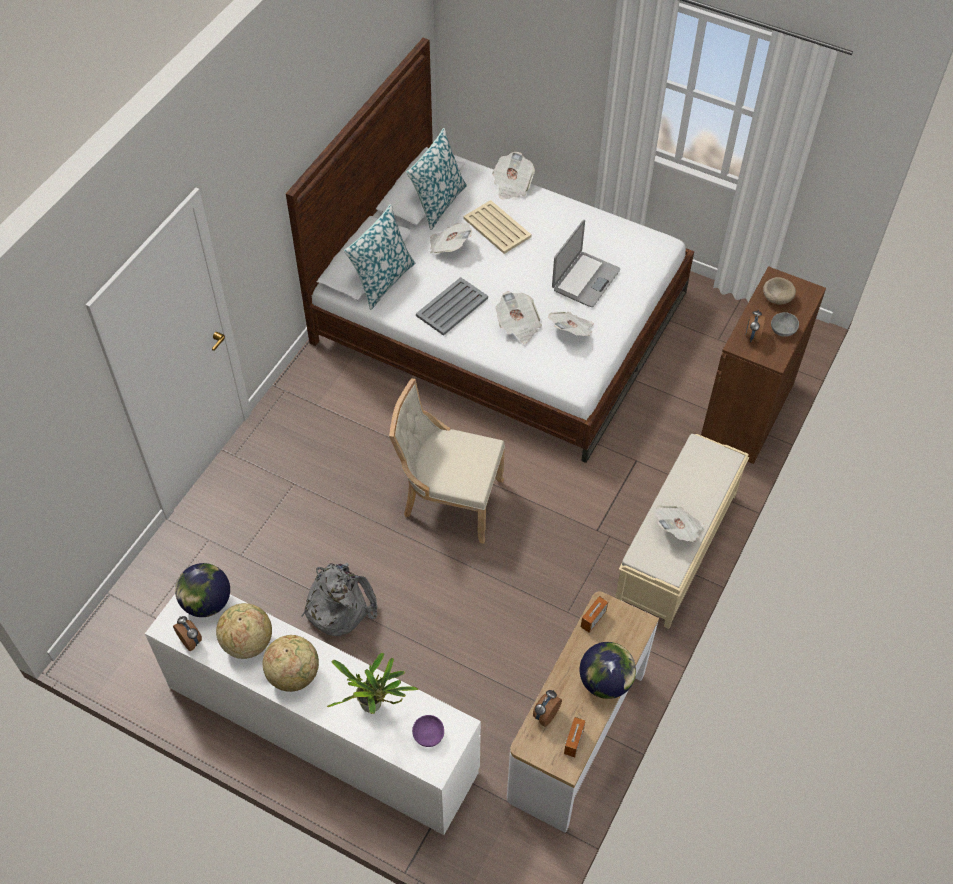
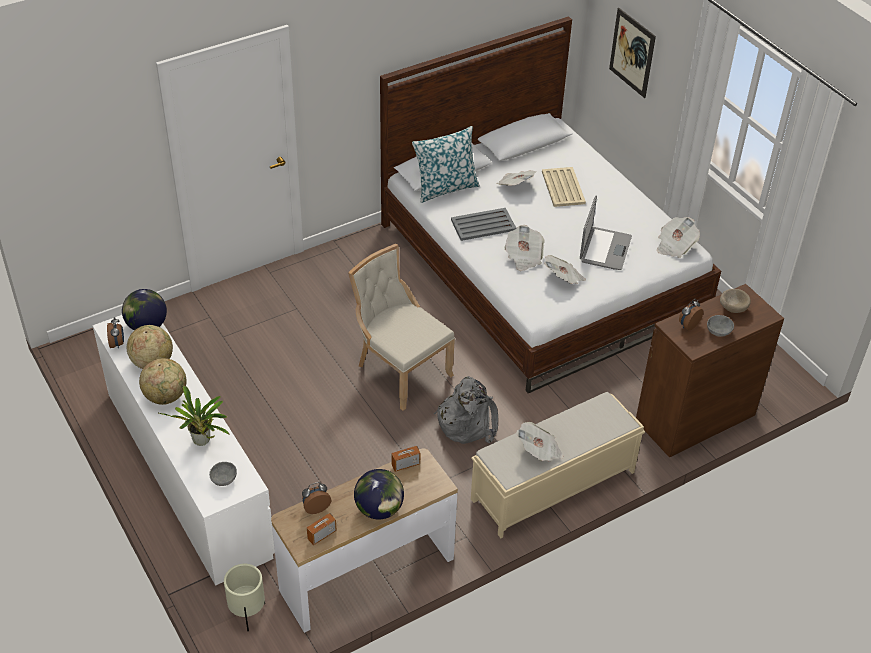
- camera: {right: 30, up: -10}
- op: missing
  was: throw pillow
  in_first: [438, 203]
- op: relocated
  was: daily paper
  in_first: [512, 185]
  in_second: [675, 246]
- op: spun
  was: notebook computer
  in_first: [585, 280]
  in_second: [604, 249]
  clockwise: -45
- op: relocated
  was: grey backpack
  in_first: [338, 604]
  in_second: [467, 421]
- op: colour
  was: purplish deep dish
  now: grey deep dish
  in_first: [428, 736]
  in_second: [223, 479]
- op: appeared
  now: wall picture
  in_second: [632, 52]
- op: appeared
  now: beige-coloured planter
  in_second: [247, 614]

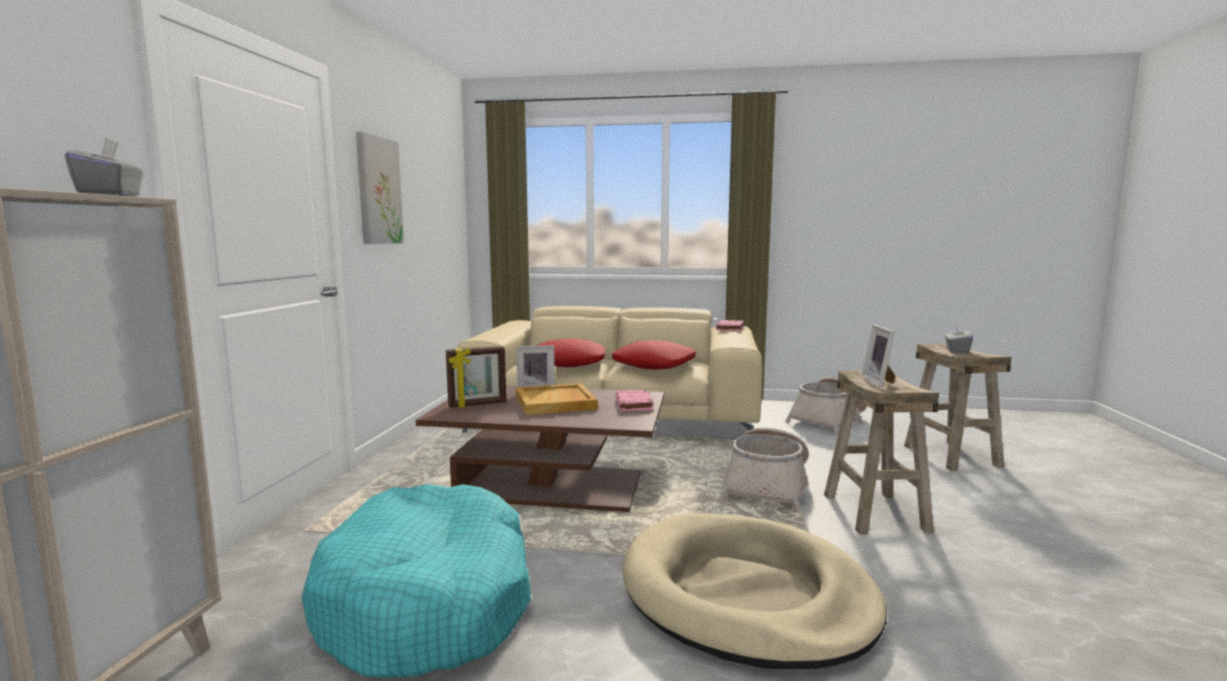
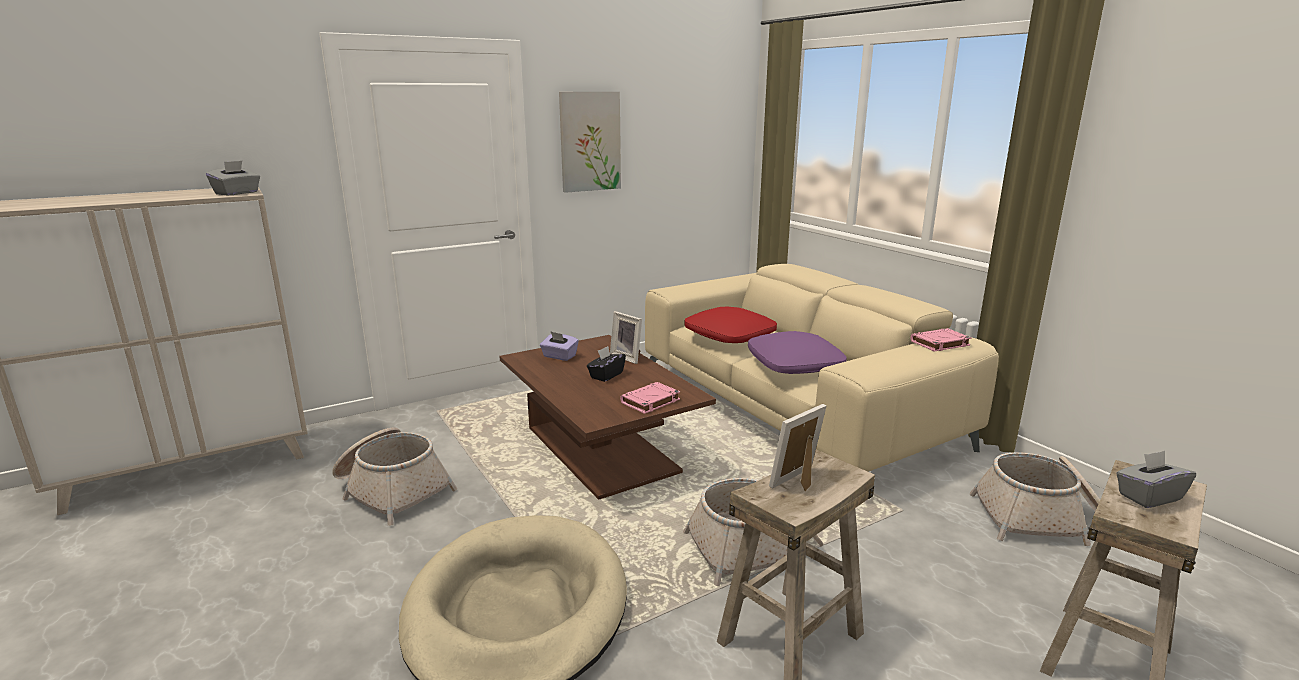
- camera: {right: 50, up: 10}
- op: colour
  was: red-coloured throw pillow
  now: purplish throw pillow
  in_first: [654, 365]
  in_second: [795, 364]
- op: exchanged
  was: photo frame
  now: purplish tissue holder
  in_first: [477, 404]
  in_second: [559, 356]
- op: exchanged
  was: beige-coloured serving tray
  now: black-coloured tissue holder
  in_first: [556, 402]
  in_second: [606, 375]
- op: exchanged
  was: turquoise dog cushion
  now: basket
  in_first: [429, 602]
  in_second: [392, 490]

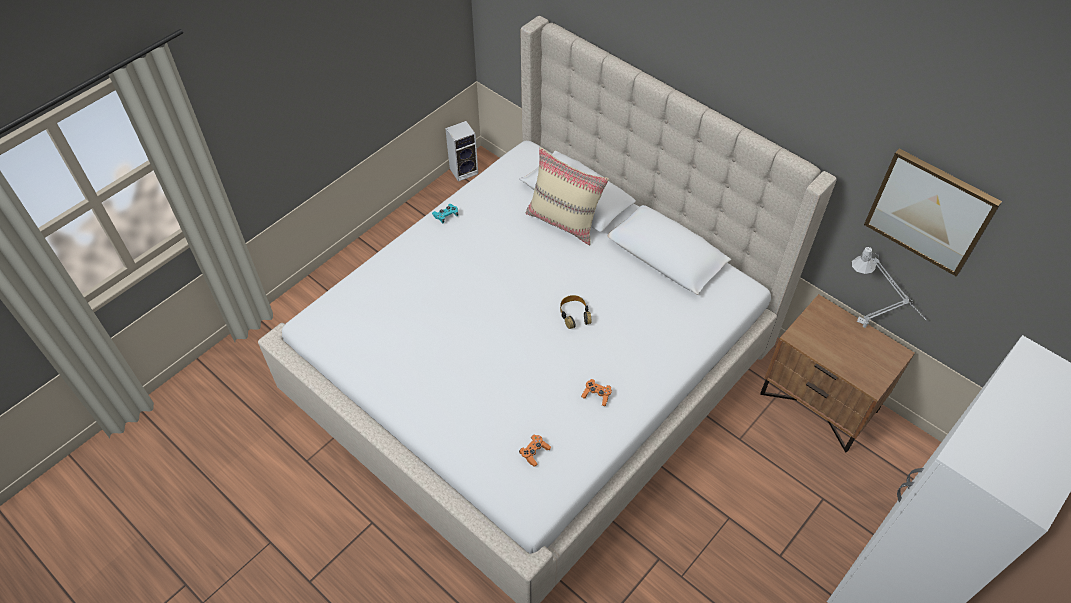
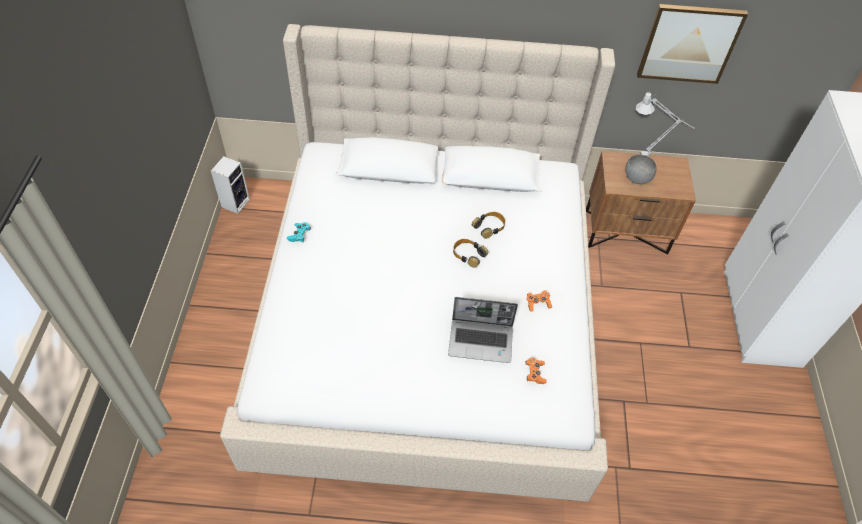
- camera: {right: -40, up: 0}
- op: missing
  was: beige-coloured throw pillow
  in_first: [564, 221]
- op: appeared
  now: grey deep dish
  in_second: [636, 178]
- op: appeared
  now: headset
  in_second: [489, 227]
- op: appeared
  now: notebook computer
  in_second: [481, 341]

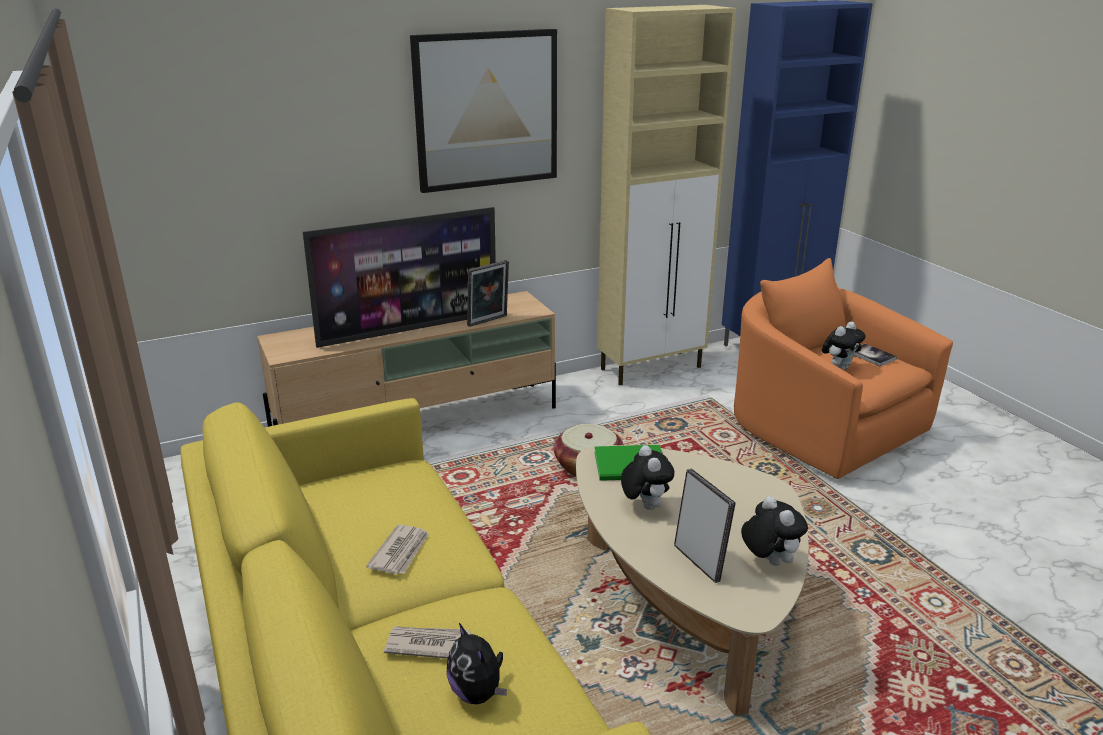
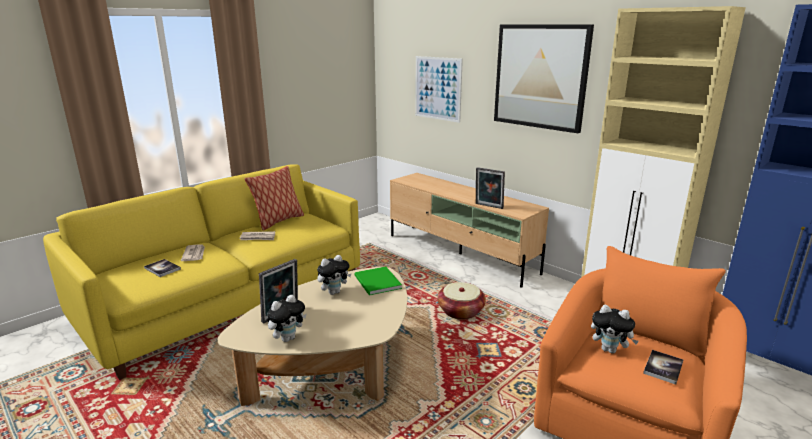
- camera: {right: 70, up: -5}
- op: missing
  was: television
  in_first: [409, 329]
- op: exchanged
  was: cuddly toy
  now: bound book
  in_first: [478, 693]
  in_second: [162, 268]
- op: appeared
  now: wall picture
  in_second: [438, 88]
- op: appeared
  now: throw pillow
  in_second: [278, 221]

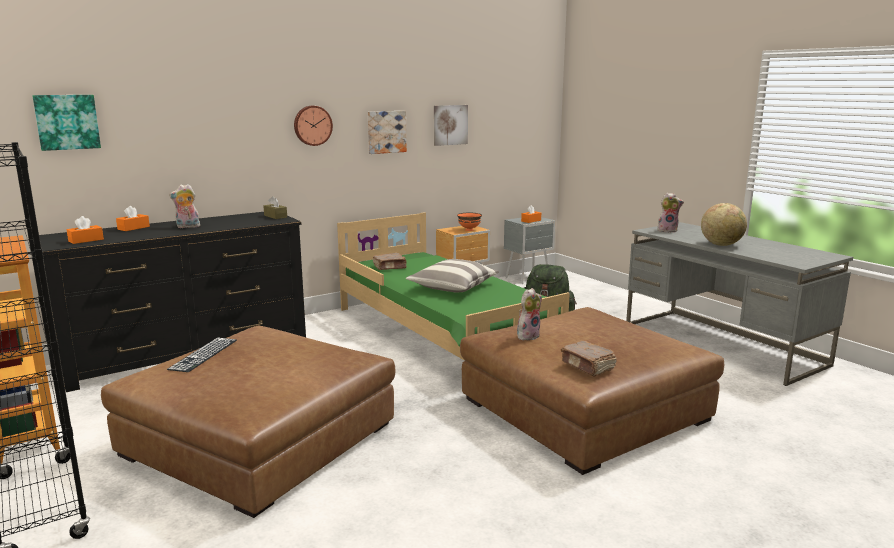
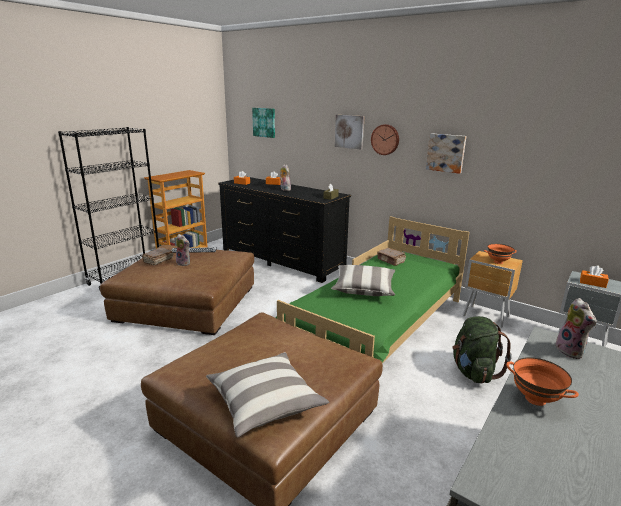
- camera: {right: 70, up: 5}
- op: relocated
  was: wall picture
  in_first: [450, 125]
  in_second: [349, 131]
- op: exchanged
  was: world globe
  now: orange-coloured deep dish
  in_first: [721, 245]
  in_second: [535, 399]
- op: relocated
  was: cuddly toy
  in_first: [528, 336]
  in_second: [184, 263]
- op: relocated
  was: brown bound book
  in_first: [588, 366]
  in_second: [158, 261]
- op: appeared
  now: throw pillow
  in_second: [265, 403]

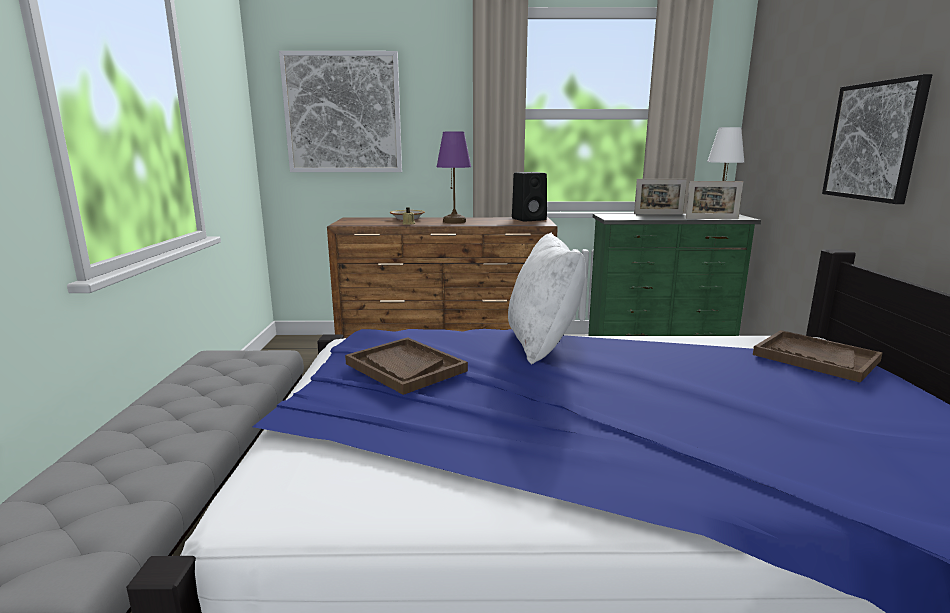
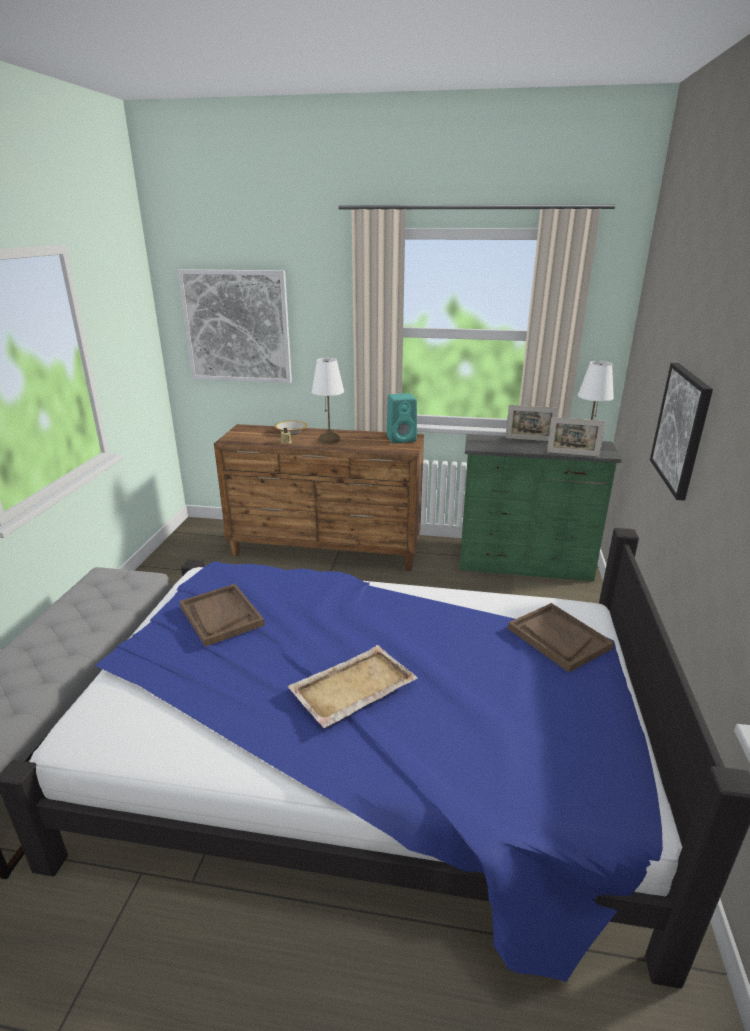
- camera: {right: 10, up: 10}
- op: colour
  was: purplish table lamp
  now: white table lamp
  in_first: [454, 221]
  in_second: [329, 439]
- op: colour
  was: black-coloured audio speaker
  now: turquoise audio speaker
  in_first: [529, 219]
  in_second: [402, 439]
- op: missing
  was: white throw pillow
  in_first: [542, 344]
- op: appeared
  now: beige-coloured serving tray
  in_second: [352, 687]

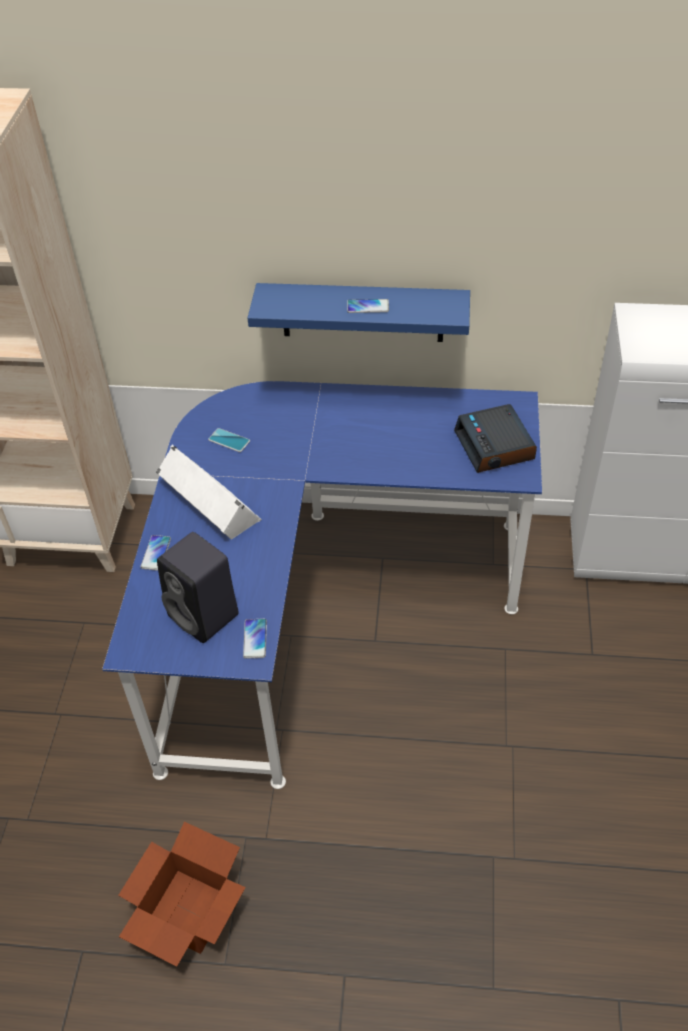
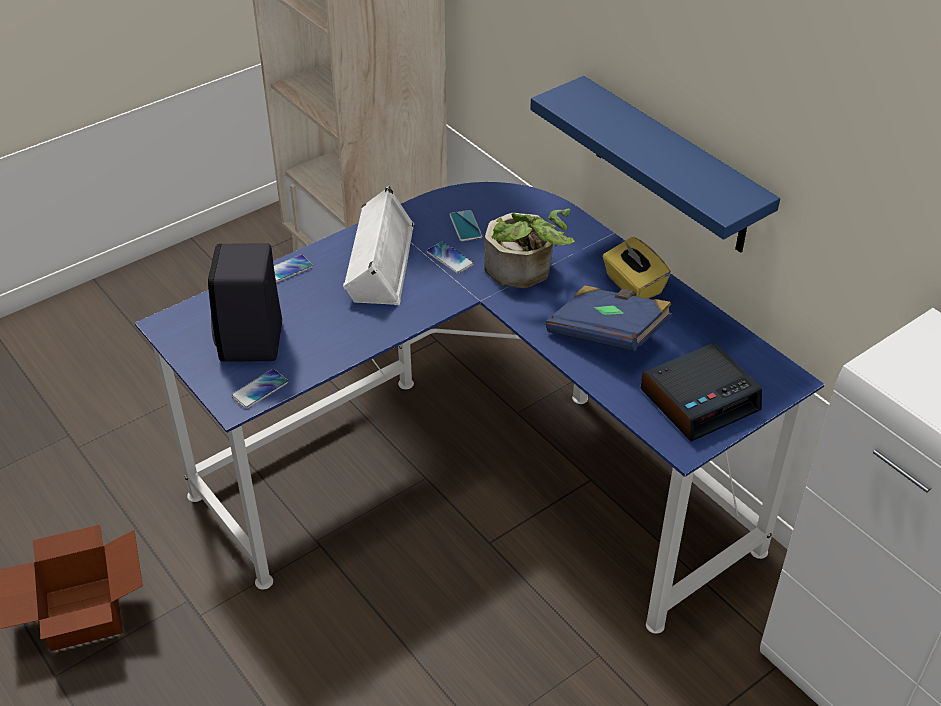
- camera: {right: 45, up: -5}
- op: relocated
  was: phone
  in_first: [368, 307]
  in_second: [450, 258]
- op: spun
  was: alarm clock
  in_first: [495, 446]
  in_second: [699, 399]
  clockwise: -150
- op: appeared
  now: houseplant
  in_second: [525, 271]
- op: appeared
  now: yellow tissue holder
  in_second: [633, 285]
- op: appeared
  now: blue bound book
  in_second: [608, 334]

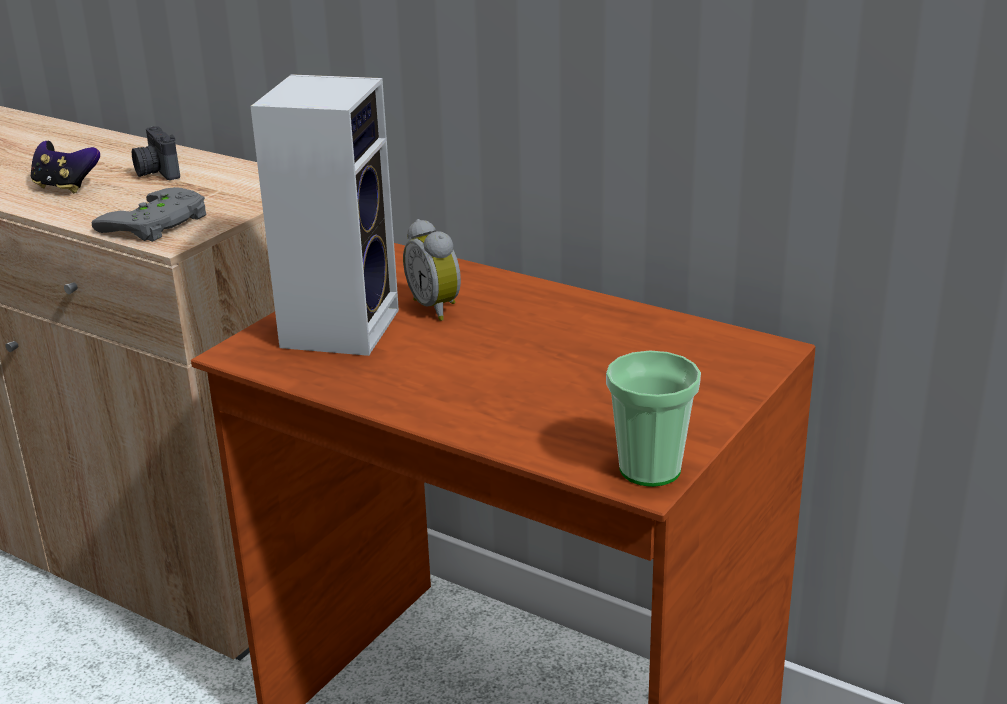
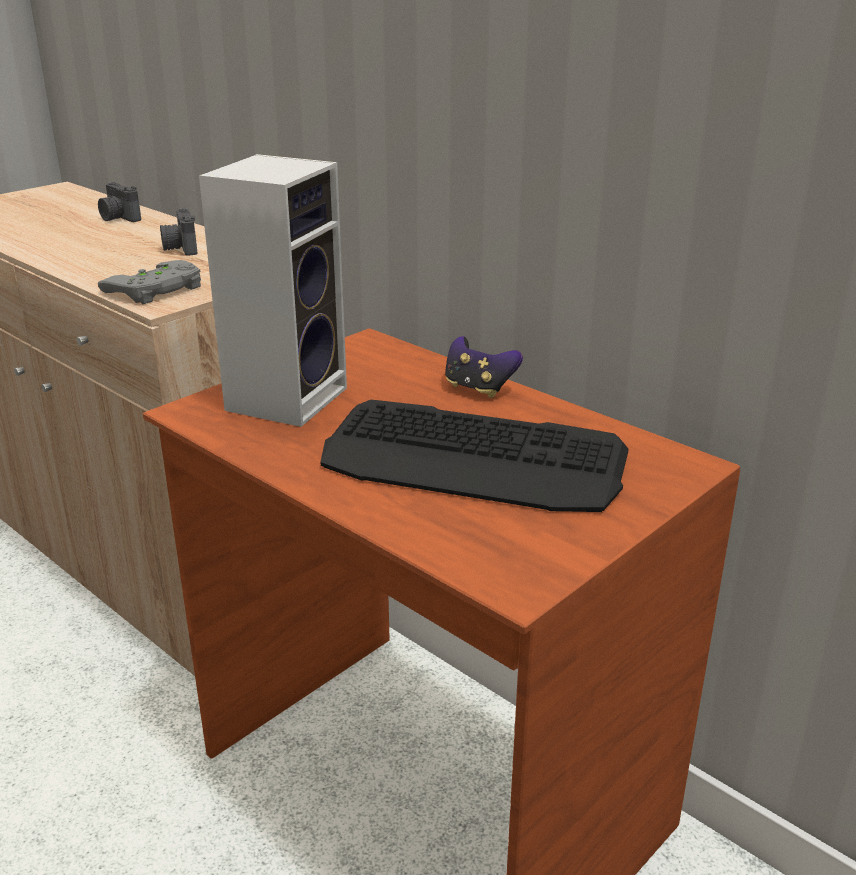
- camera: {right: 10, up: 0}
- op: relocated
  was: gamepad
  in_first: [65, 187]
  in_second: [478, 388]
- op: missing
  was: alarm clock
  in_first: [437, 308]
- op: missing
  was: cup
  in_first: [650, 469]
- op: appeared
  now: photo camera
  in_second: [118, 218]
- op: appeared
  now: keyboard
  in_second: [474, 460]

